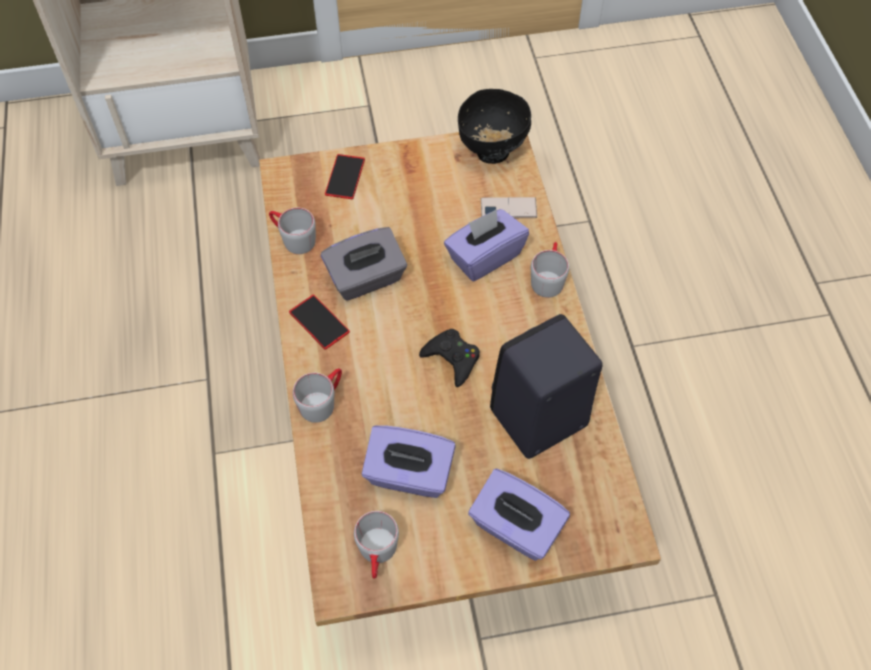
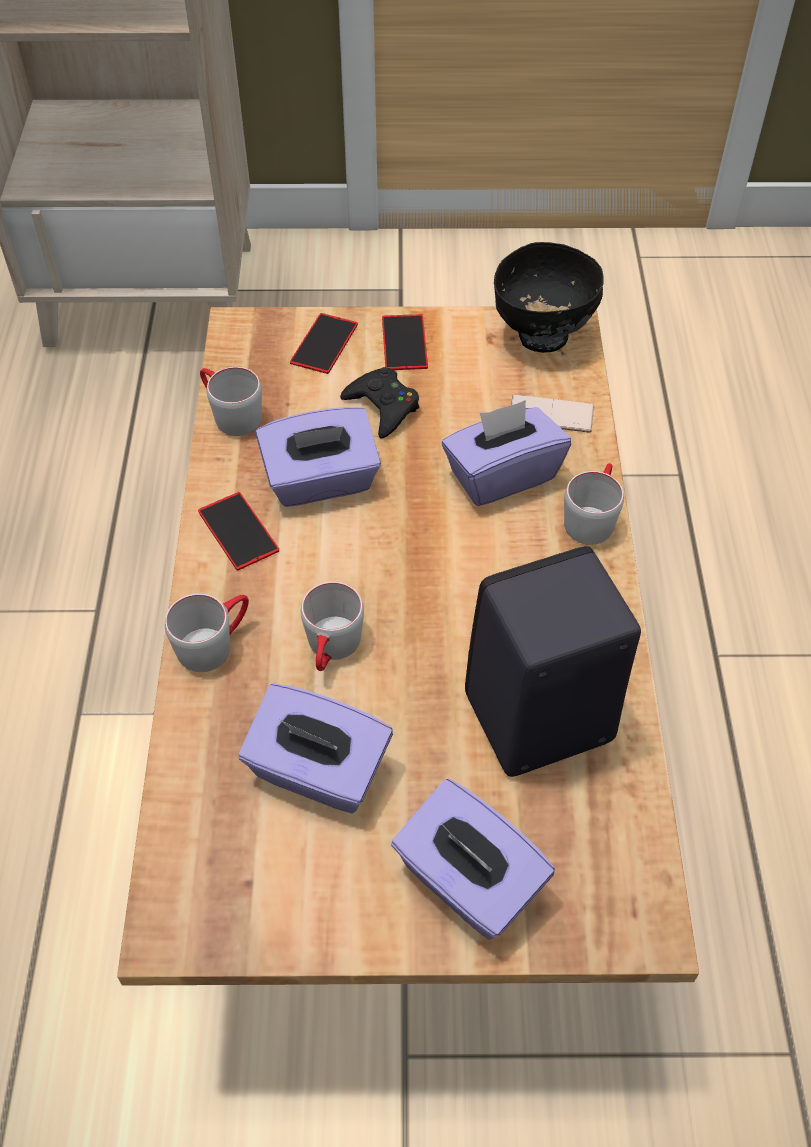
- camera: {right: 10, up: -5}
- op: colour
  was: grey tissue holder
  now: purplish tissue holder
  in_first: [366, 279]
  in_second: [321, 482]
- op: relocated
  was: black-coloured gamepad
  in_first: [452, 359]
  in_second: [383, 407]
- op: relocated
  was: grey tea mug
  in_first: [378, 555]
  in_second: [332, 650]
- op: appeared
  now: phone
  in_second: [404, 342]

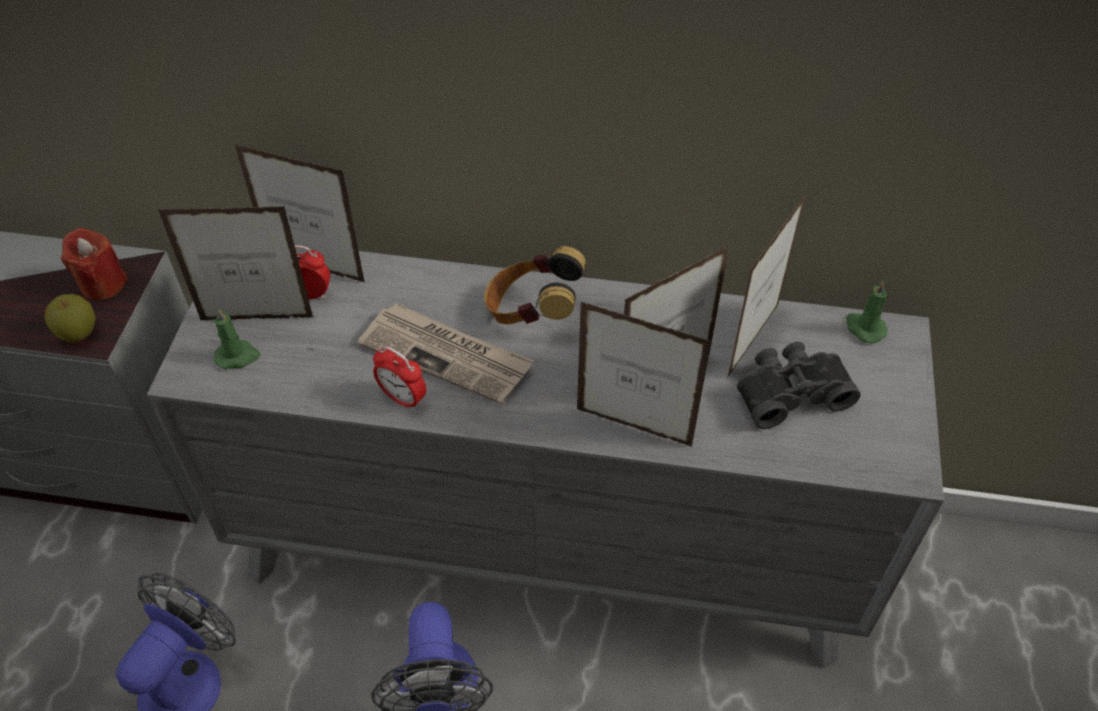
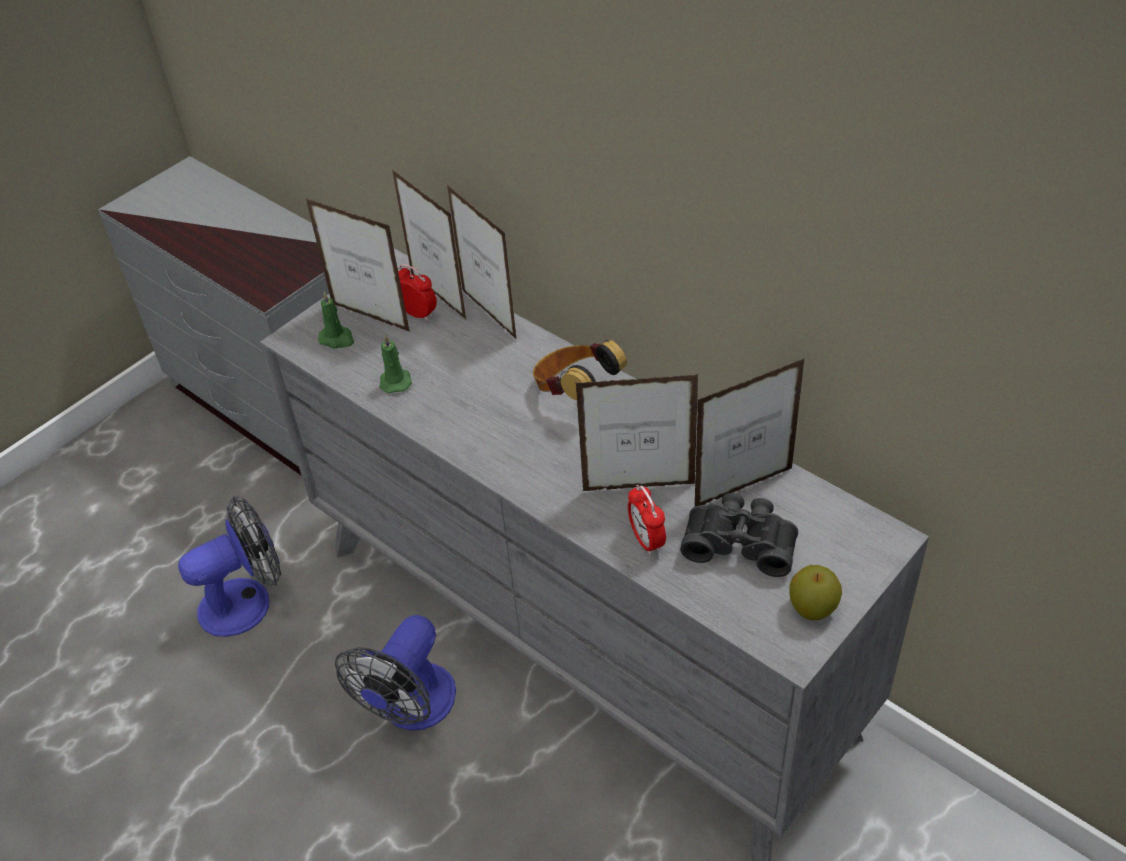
- camera: {right: 35, up: -5}
- op: missing
  was: red-coloured wax candle
  in_first: [103, 284]
- op: relocated
  was: green-coloured wax candle
  in_first: [864, 328]
  in_second: [395, 381]
- op: relocated
  was: apple
  in_first: [78, 332]
  in_second: [812, 608]
- op: relocated
  was: photo frame
  in_first: [634, 427]
  in_second: [489, 315]
- op: missing
  was: daily paper
  in_first: [447, 355]
- op: relocated
  was: alarm clock
  in_first: [403, 398]
  in_second: [646, 540]

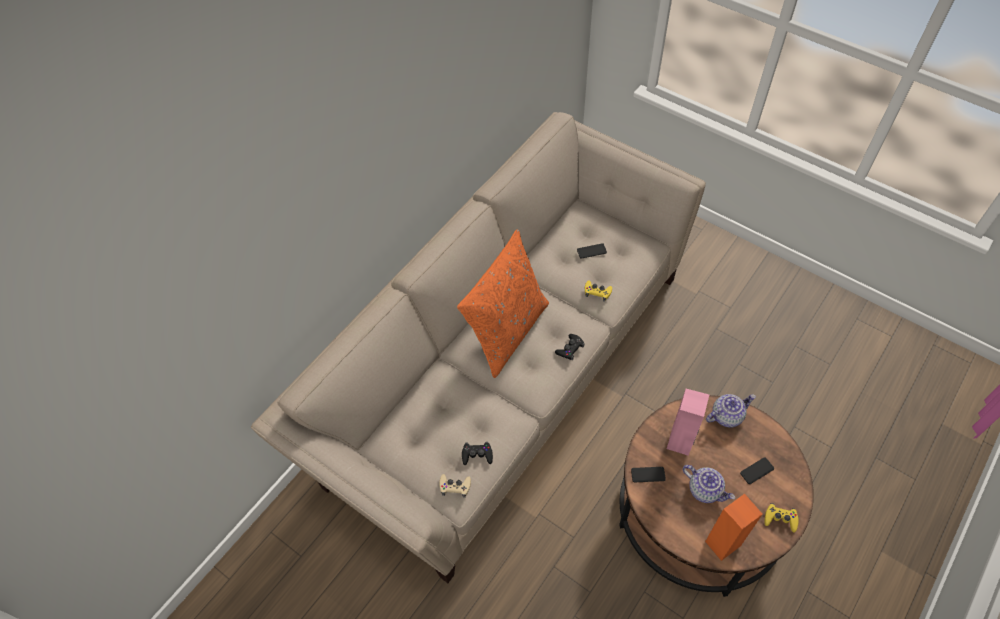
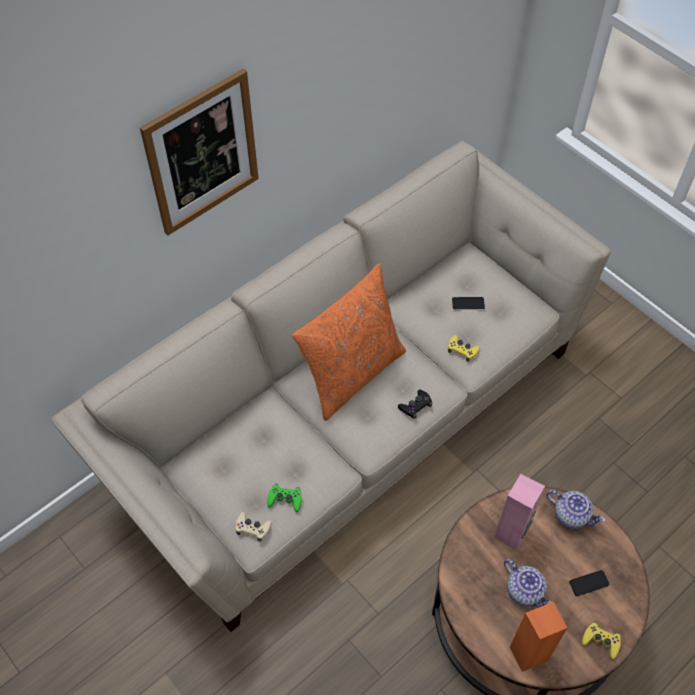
- camera: {right: 10, up: 0}
- op: spun
  was: pot for tea
  in_first: [726, 415]
  in_second: [571, 515]
  clockwise: 45
- op: colour
  was: black-coloured gamepad
  now: green-coloured gamepad
  in_first: [477, 455]
  in_second: [285, 499]
- op: missing
  was: phone
  in_first: [648, 474]
- op: appeared
  now: wall picture
  in_second: [202, 153]

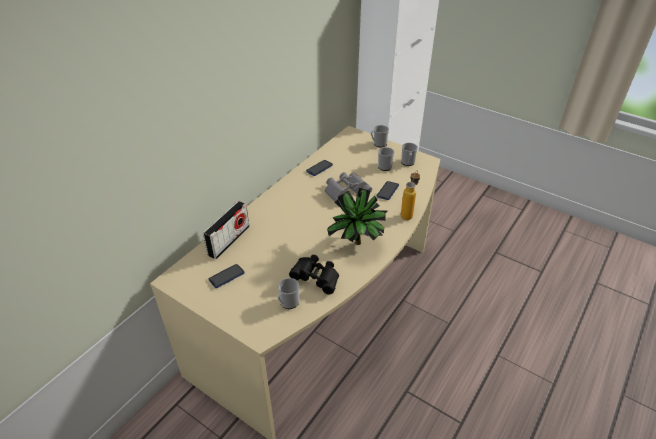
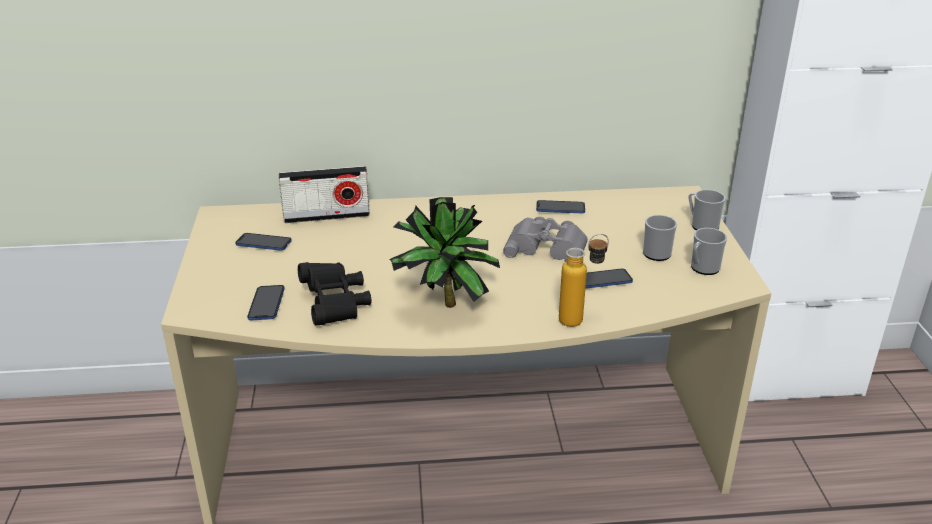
- camera: {right: 50, up: -10}
- op: exchanged
  was: tea mug
  now: phone
  in_first: [288, 303]
  in_second: [266, 304]

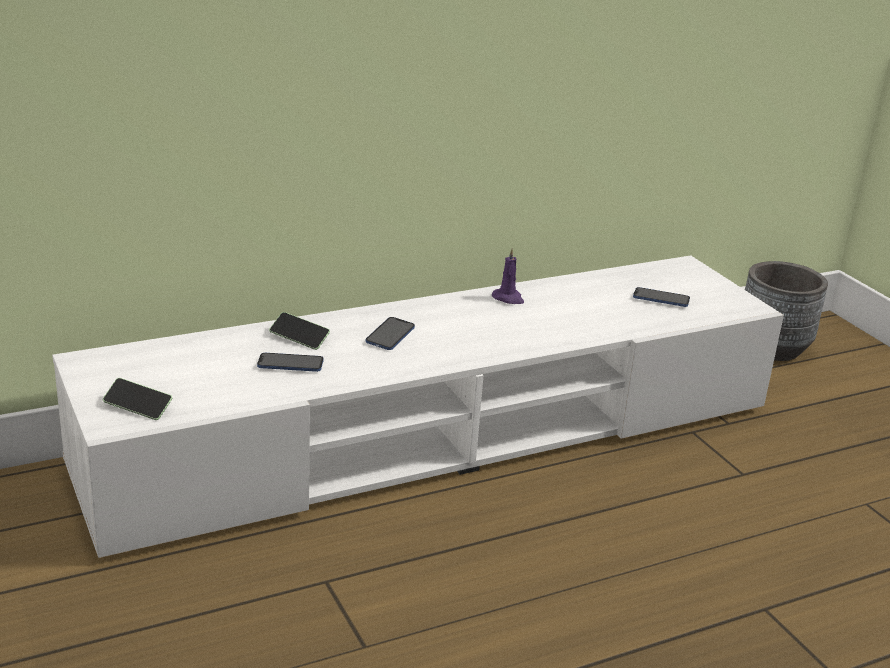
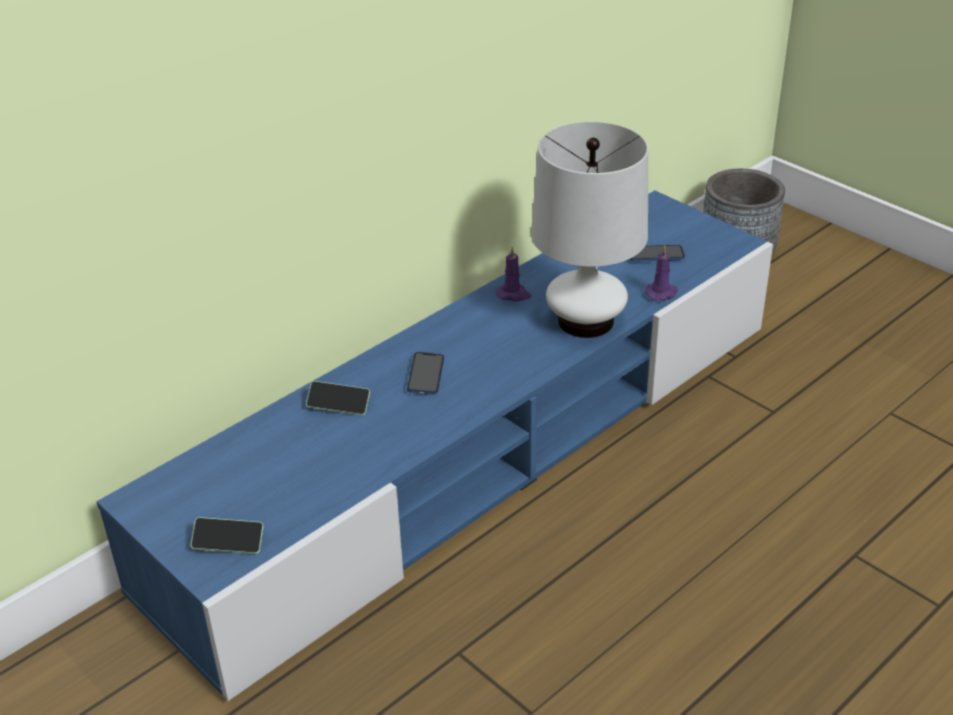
- camera: {right: -15, up: 10}
- op: colour
  was: white tv stand
  now: blue tv stand
  in_first: [439, 436]
  in_second: [480, 450]
- op: missing
  was: phone
  in_first: [290, 364]
- op: appeared
  now: white table lamp
  in_second: [585, 321]
- op: appeared
  now: purplish wax candle
  in_second: [662, 293]

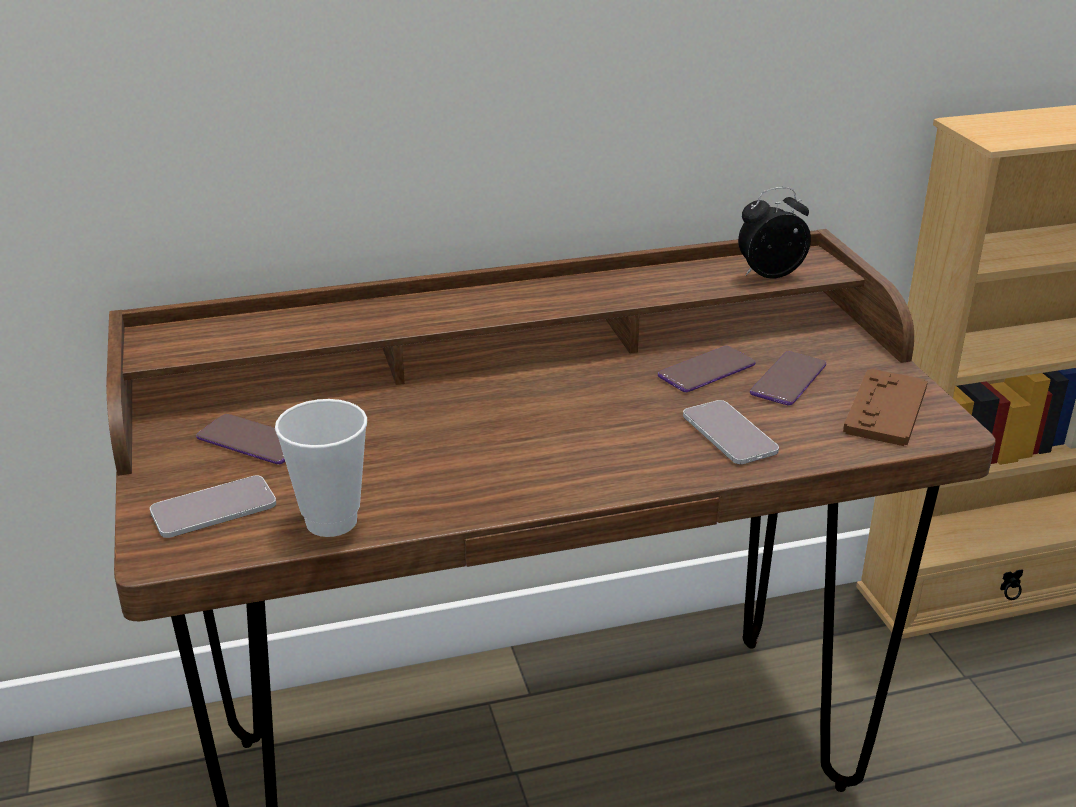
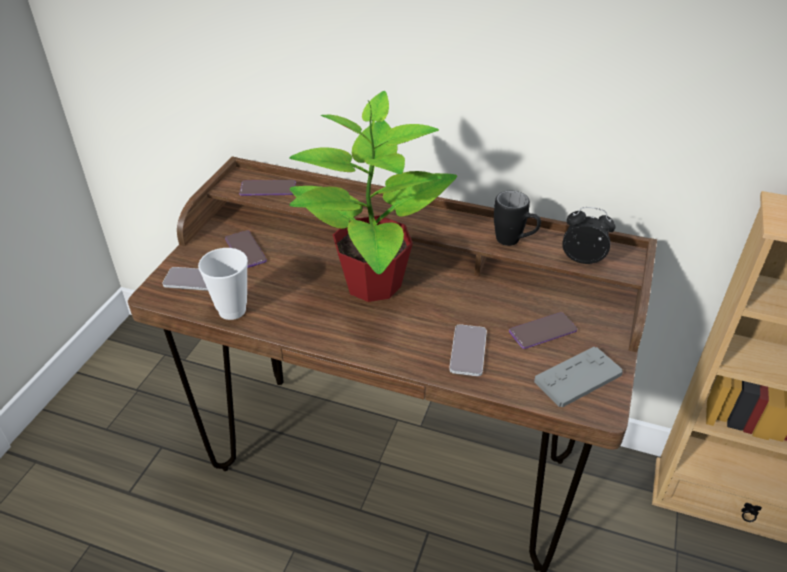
- camera: {right: 35, up: 10}
- op: relocated
  was: phone
  in_first: [706, 371]
  in_second: [267, 189]
- op: colour
  was: brown gamepad
  now: grey gamepad
  in_first: [885, 409]
  in_second: [578, 378]
- op: appeared
  now: houseplant
  in_second: [371, 284]
- op: appeared
  now: black-coloured tea mug
  in_second: [514, 242]

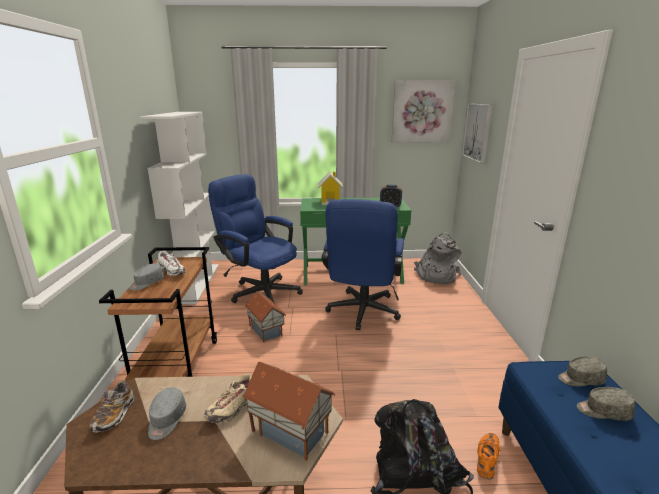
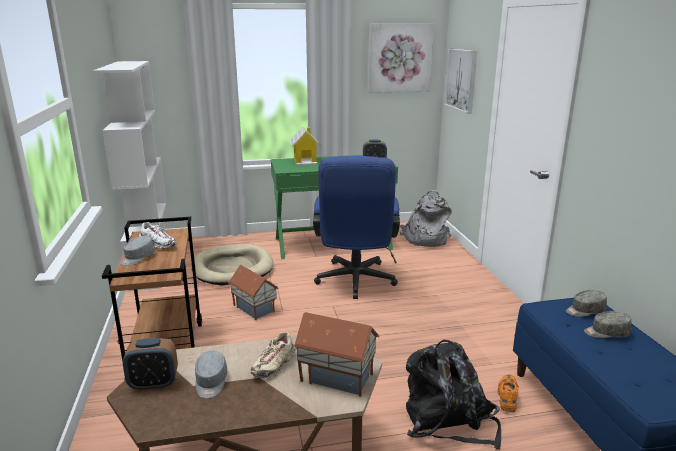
- camera: {right: -10, up: 0}
- op: exchanged
  was: blue computer chair
  now: beige-coloured dog cushion
  in_first: [260, 290]
  in_second: [232, 268]
- op: exchanged
  was: shoe
  now: alarm clock
  in_first: [114, 415]
  in_second: [153, 384]

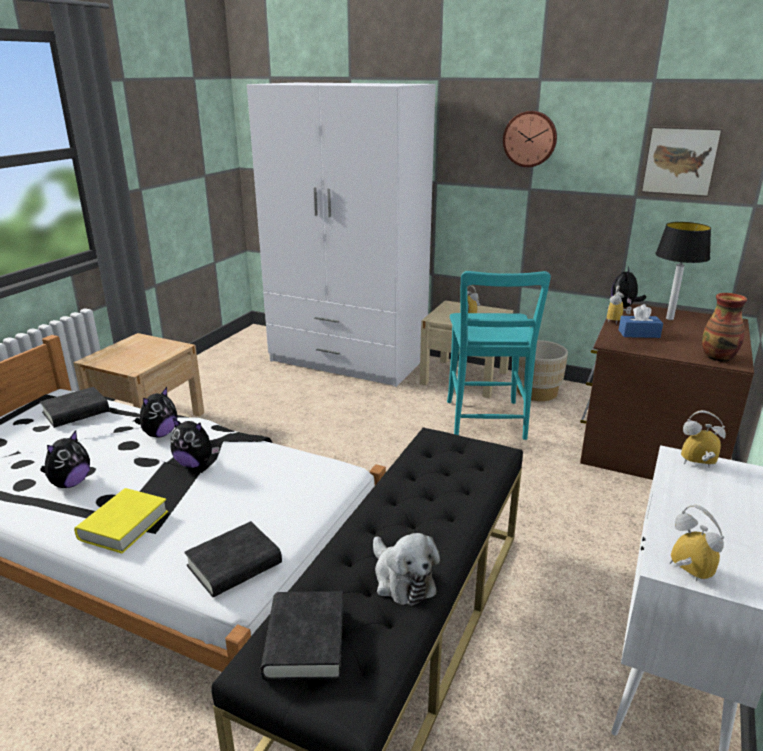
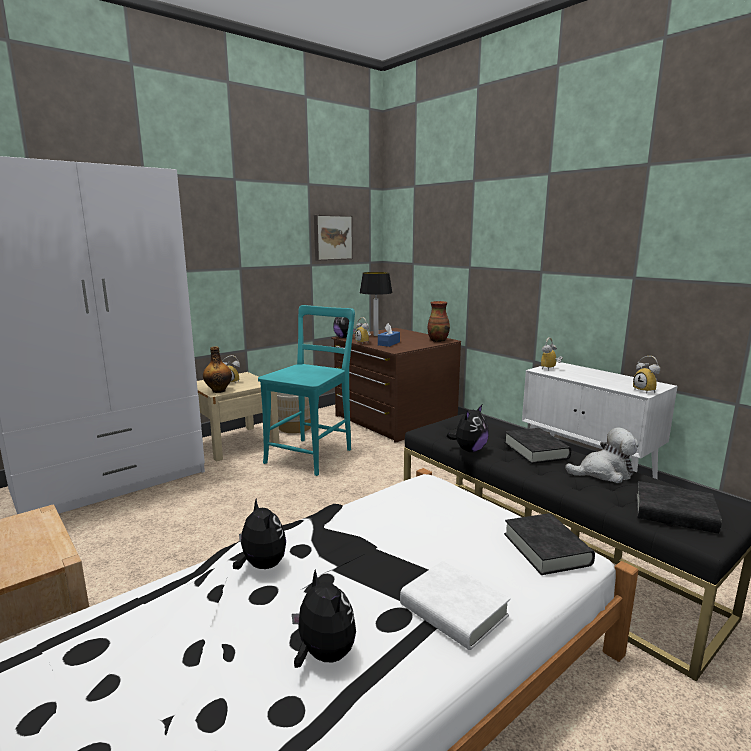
- camera: {right: -65, up: -10}
- op: missing
  was: clock on the wall
  in_first: [530, 139]
- op: spun
  was: turquoise chair
  in_first: [486, 422]
  in_second: [312, 454]
  clockwise: -90
- op: relocated
  was: black-coloured bound book
  in_first: [76, 412]
  in_second: [536, 450]
- op: relocated
  was: cuddly toy
  in_first: [195, 464]
  in_second: [469, 450]
- op: colour
  was: yellow bound book
  now: white bound book
  in_first: [123, 525]
  in_second: [453, 611]
- op: spun
  was: alarm clock
  in_first: [685, 572]
  in_second: [647, 391]
  clockwise: -105
- op: appeared
  now: bottle
  in_second: [219, 390]

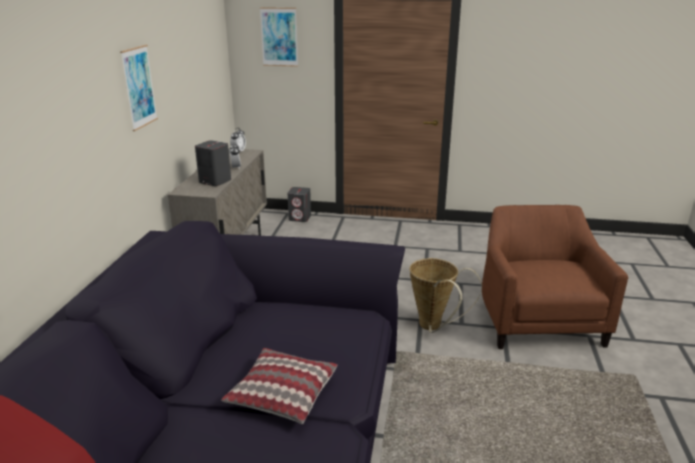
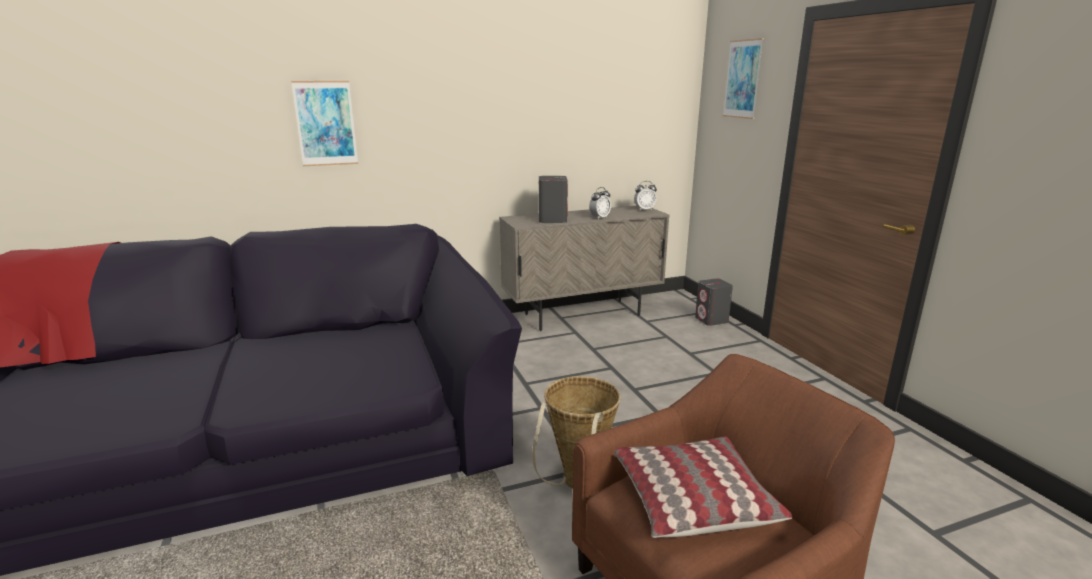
- camera: {right: 60, up: -5}
- op: relocated
  was: wall picture
  in_first: [139, 87]
  in_second: [325, 123]
- op: relocated
  was: throw pillow
  in_first: [282, 394]
  in_second: [692, 499]

